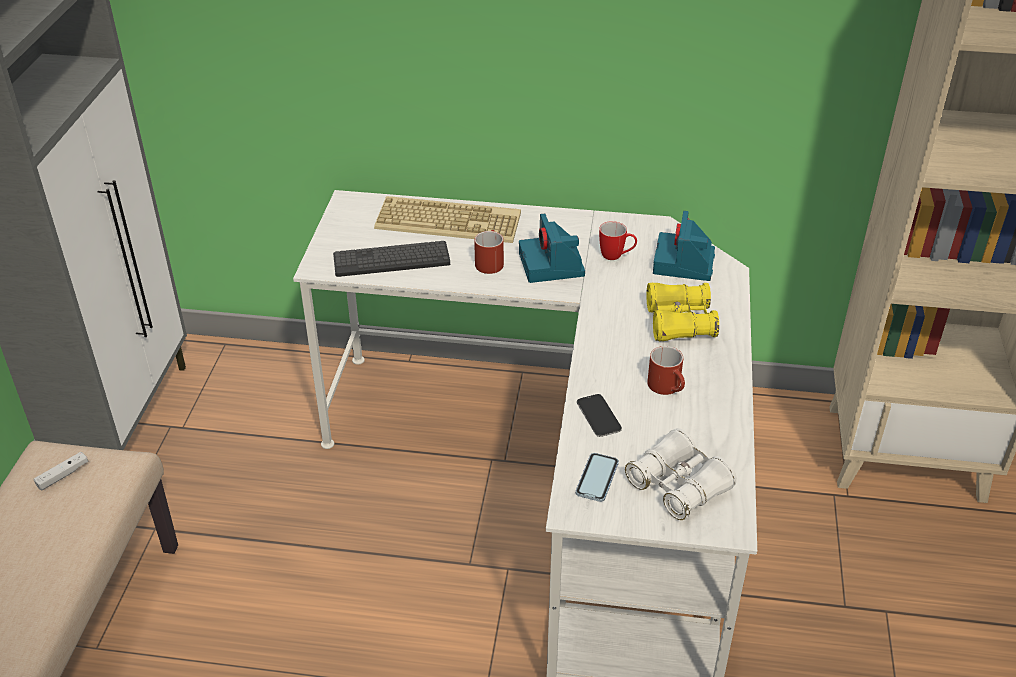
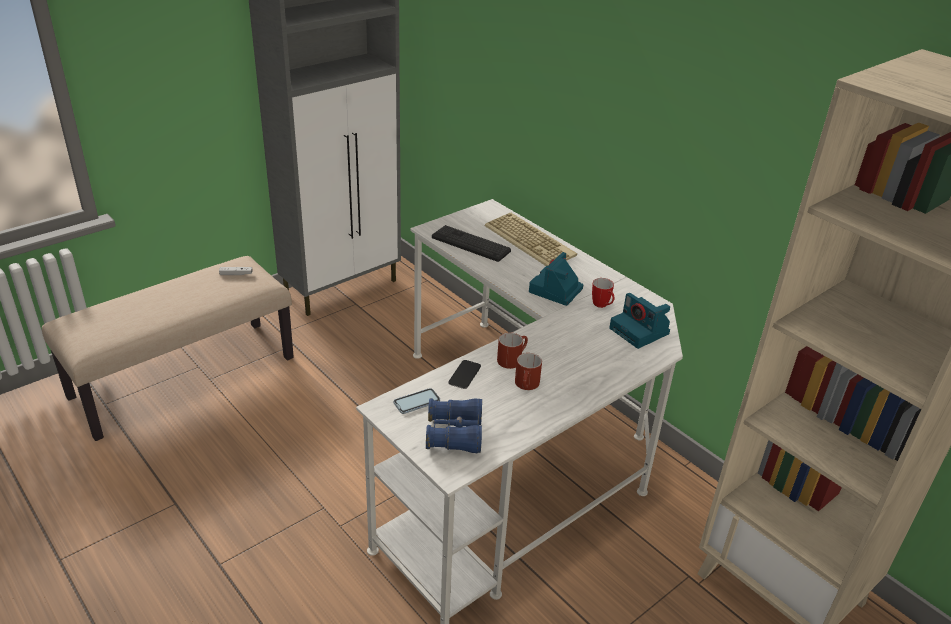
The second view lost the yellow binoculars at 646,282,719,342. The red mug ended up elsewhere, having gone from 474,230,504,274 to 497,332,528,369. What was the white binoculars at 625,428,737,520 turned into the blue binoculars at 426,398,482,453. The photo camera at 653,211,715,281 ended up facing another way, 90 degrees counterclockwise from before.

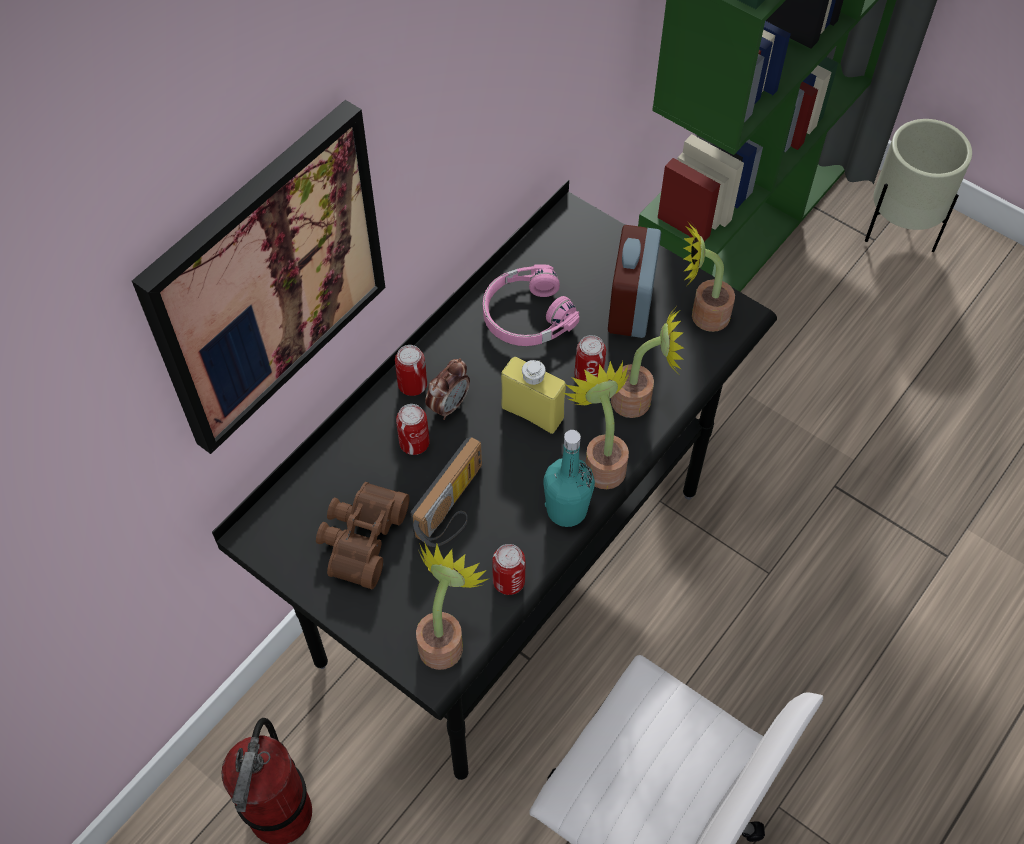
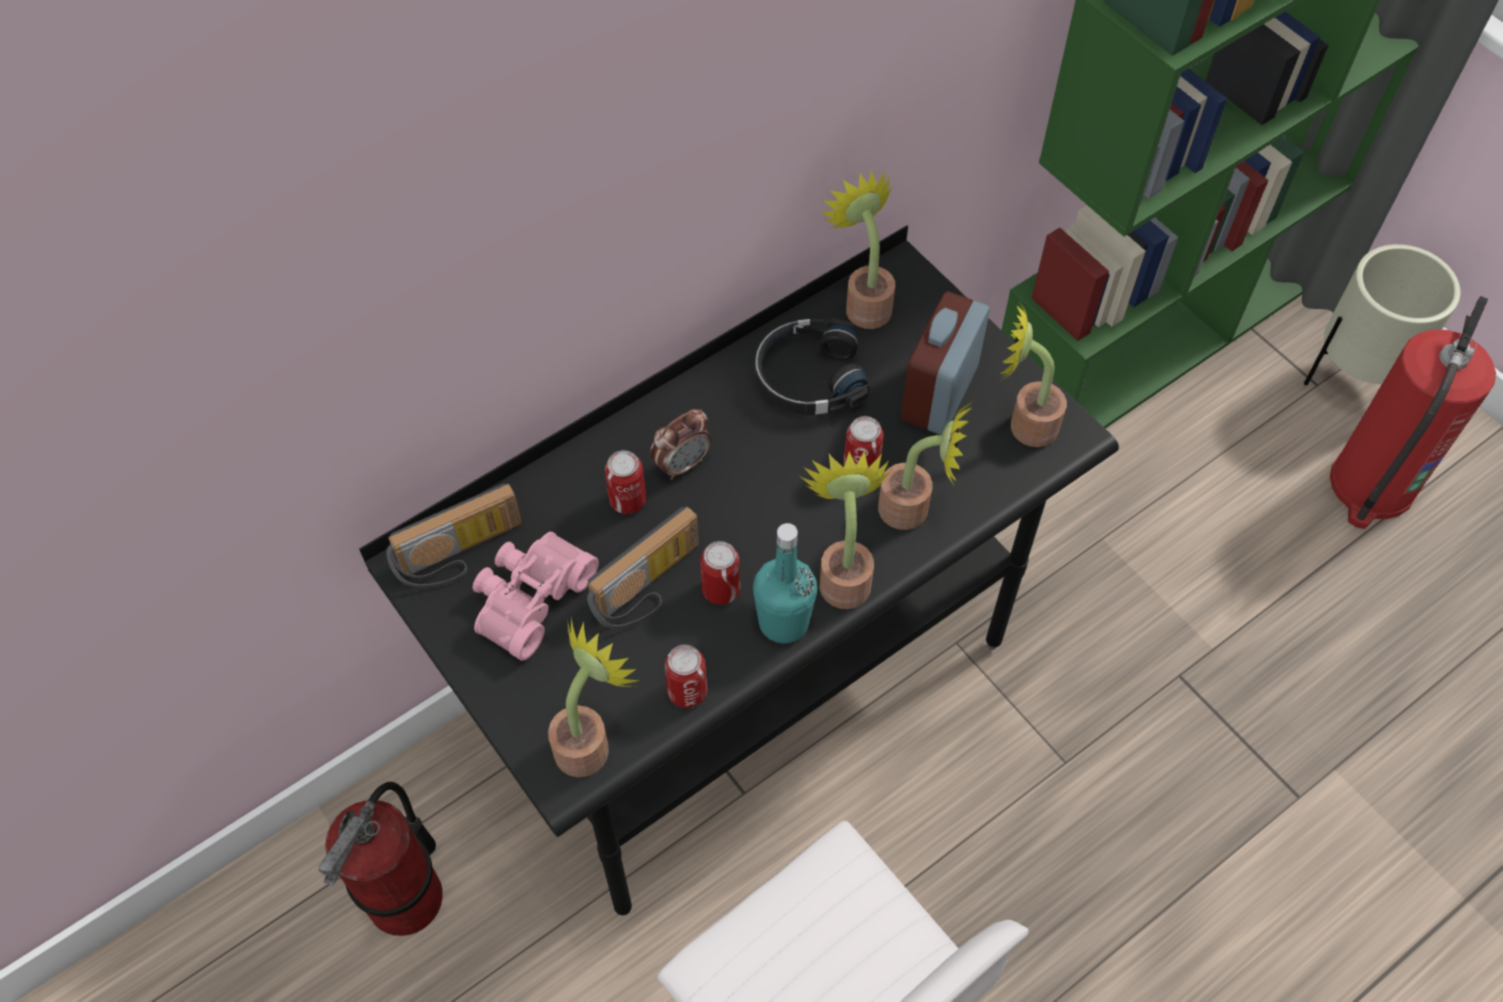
The second view lost the picture at 132,100,385,454. The second view lost the yellow bottle at 501,357,566,434. The second view gained the radio at 386,483,522,588. The second view gained the potted plant at 819,170,895,329. The second view gained the fire extinguisher at 1330,296,1496,529. The can ended up elsewhere, having gone from 395,345,427,396 to 700,541,740,605. What was the brown binoculars at 316,482,410,589 turned into the pink binoculars at 473,532,599,661. What was the pink headphones at 483,264,579,346 turned into the black headphones at 755,318,870,415.

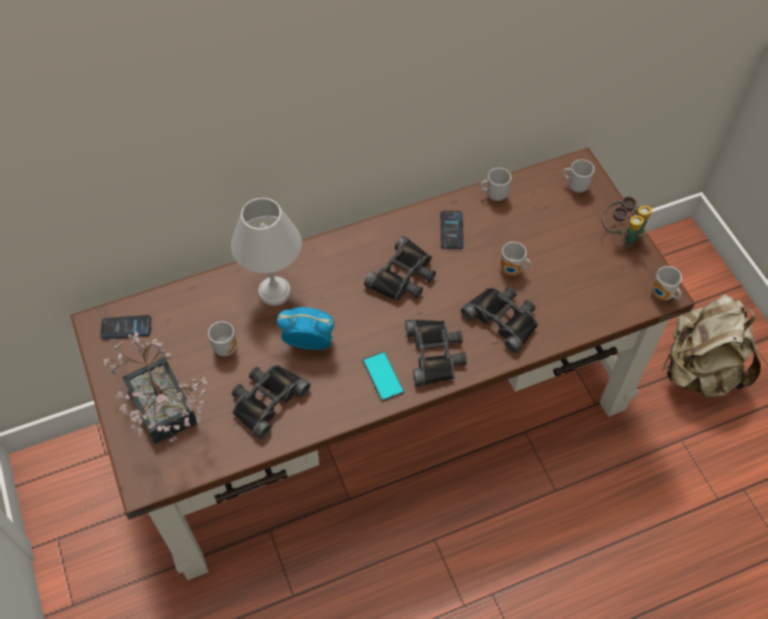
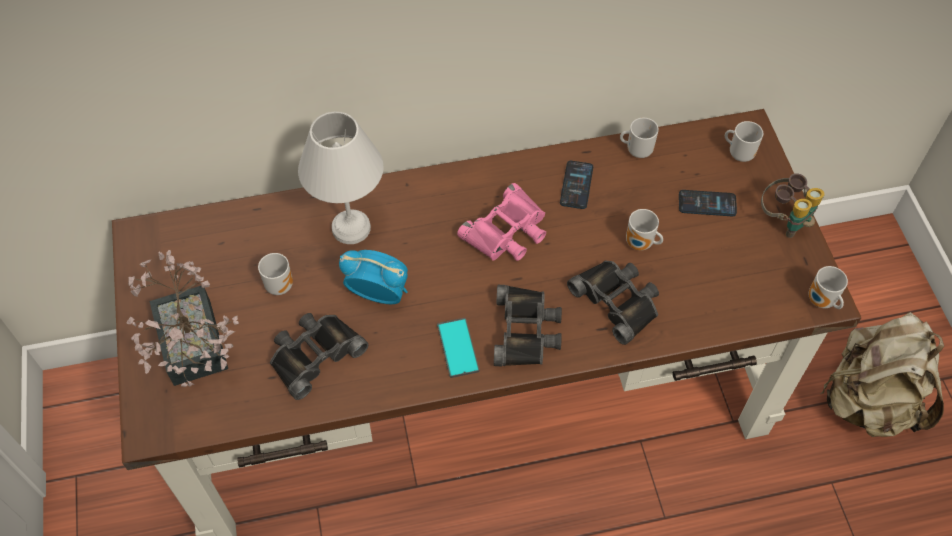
The phone ended up elsewhere, having gone from 101,315,151,339 to 679,190,737,216. What was the black binoculars at 364,236,436,301 turned into the pink binoculars at 457,183,546,261.

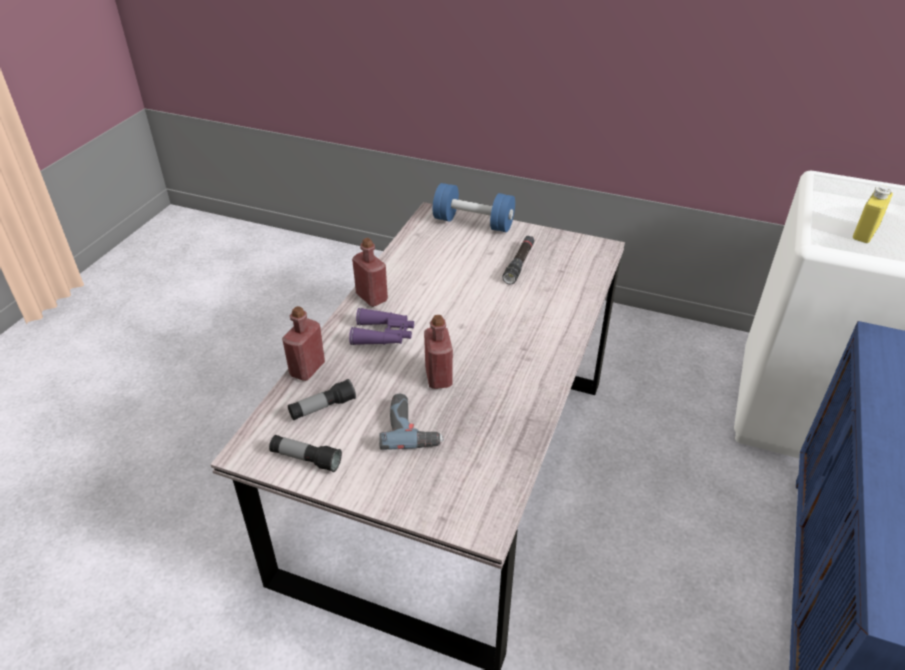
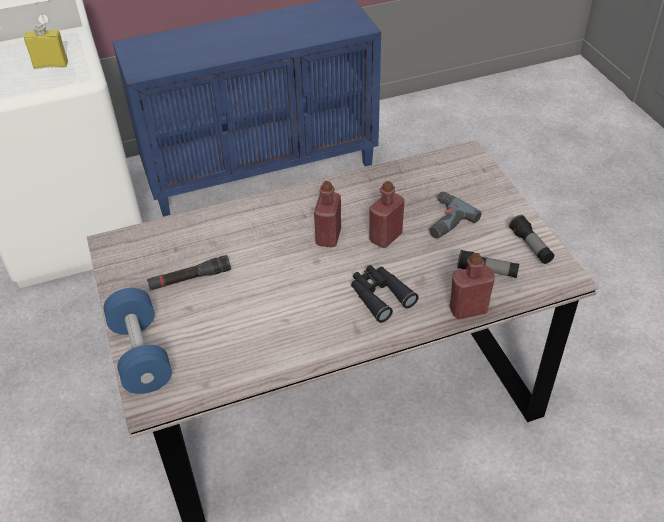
The red bottle ended up elsewhere, having gone from 352,238,388,307 to 314,181,341,247. What was the purple binoculars at 349,308,414,345 turned into the black binoculars at 351,265,419,323.

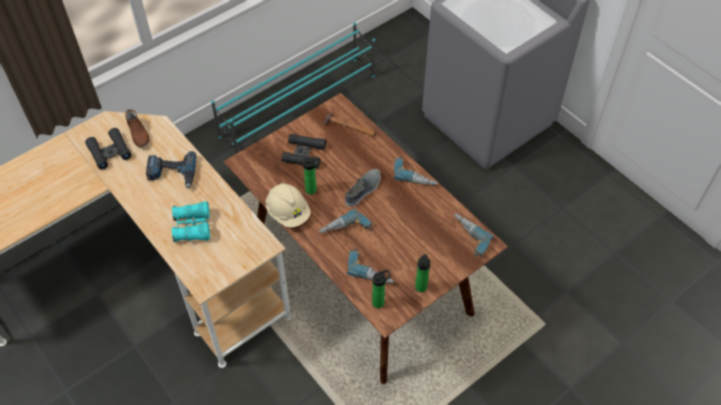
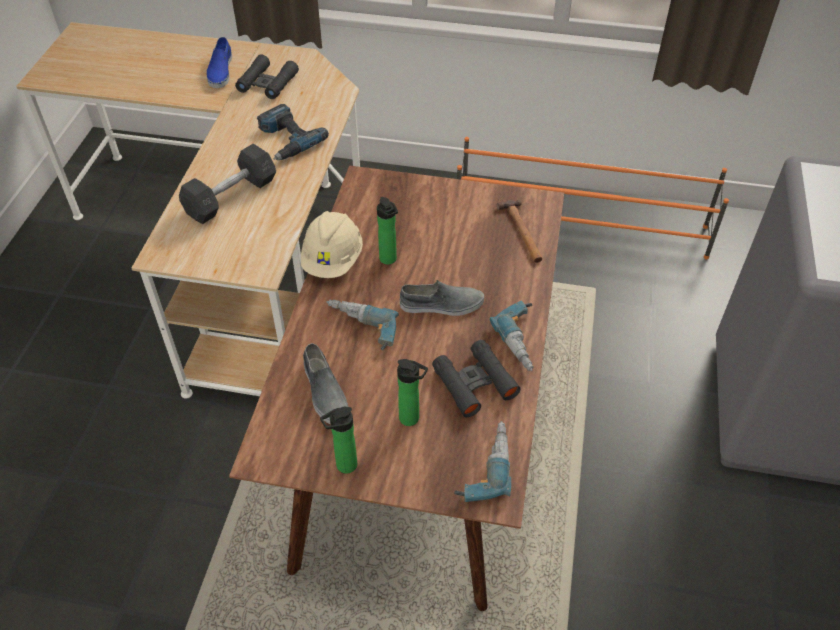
The second view lost the brown shoe at 125,109,149,147. The second view gained the blue shoe at 207,37,232,88. The black binoculars ended up elsewhere, having gone from 281,134,326,169 to 432,340,521,417. The bottle ended up elsewhere, having gone from 372,270,391,308 to 397,359,428,426. Where the turquoise binoculars stood at 172,202,210,242, the grey dumbbell came to stand at 179,144,276,224. Where the power drill stood at 347,248,394,284, the grey shoe came to stand at 303,343,349,424. What was the turquoise shoe rack at 211,22,375,154 turned into the orange shoe rack at 457,137,729,259.

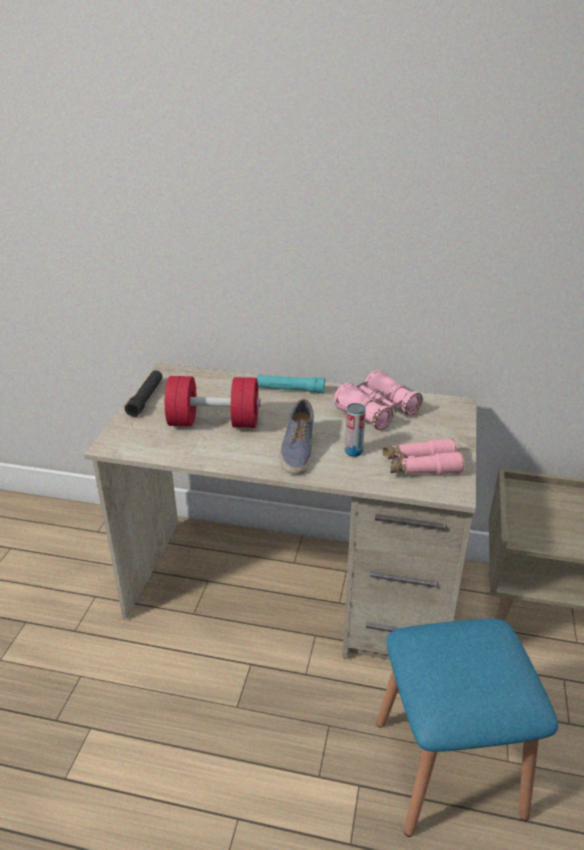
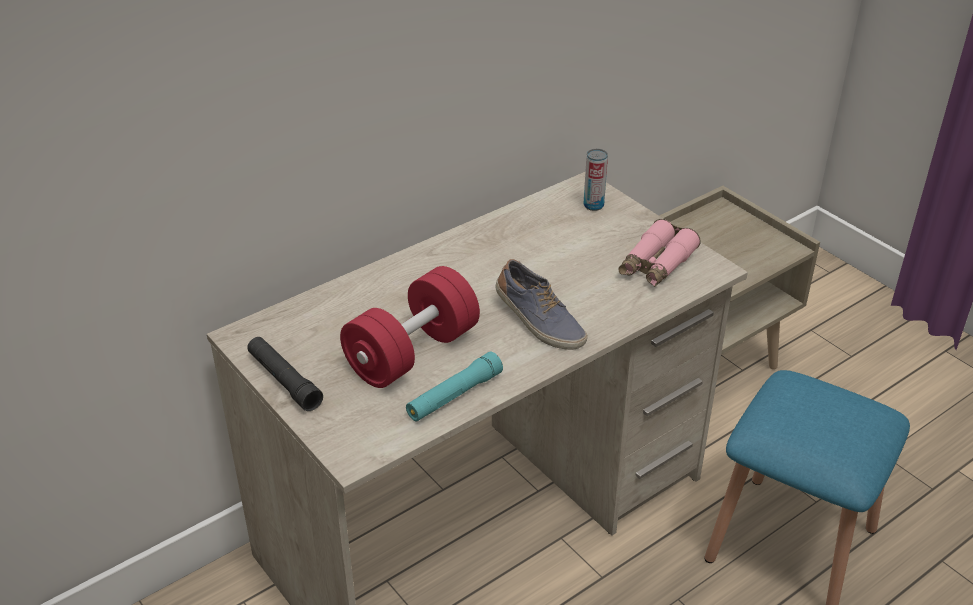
The second view lost the pink binoculars at 334,370,422,430. The turquoise flashlight ended up elsewhere, having gone from 257,375,325,393 to 406,351,503,421. The can ended up elsewhere, having gone from 345,403,366,457 to 584,149,608,211.

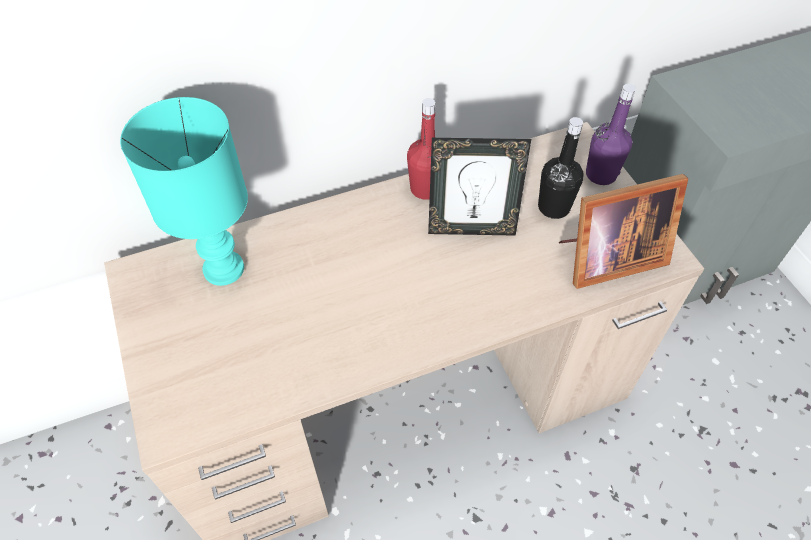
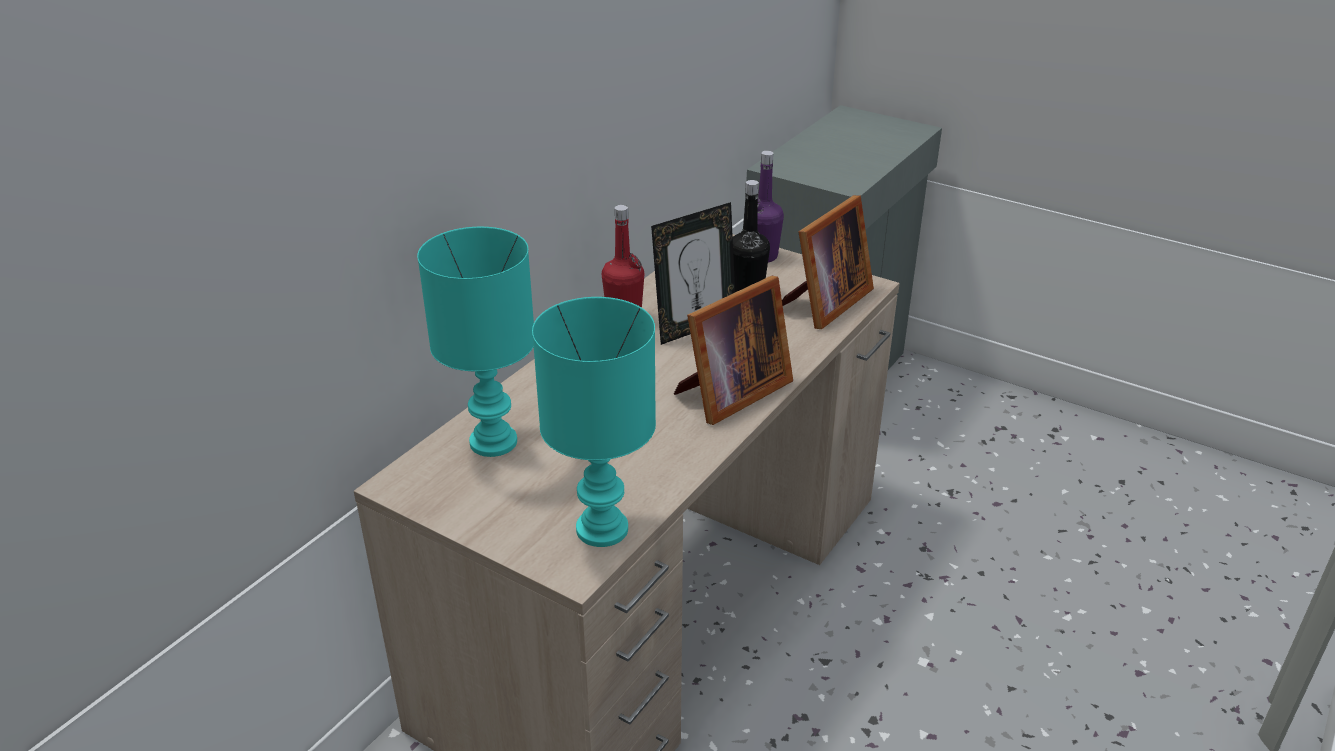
The second view gained the turquoise table lamp at 532,297,656,547. The second view gained the picture frame at 674,276,793,425.

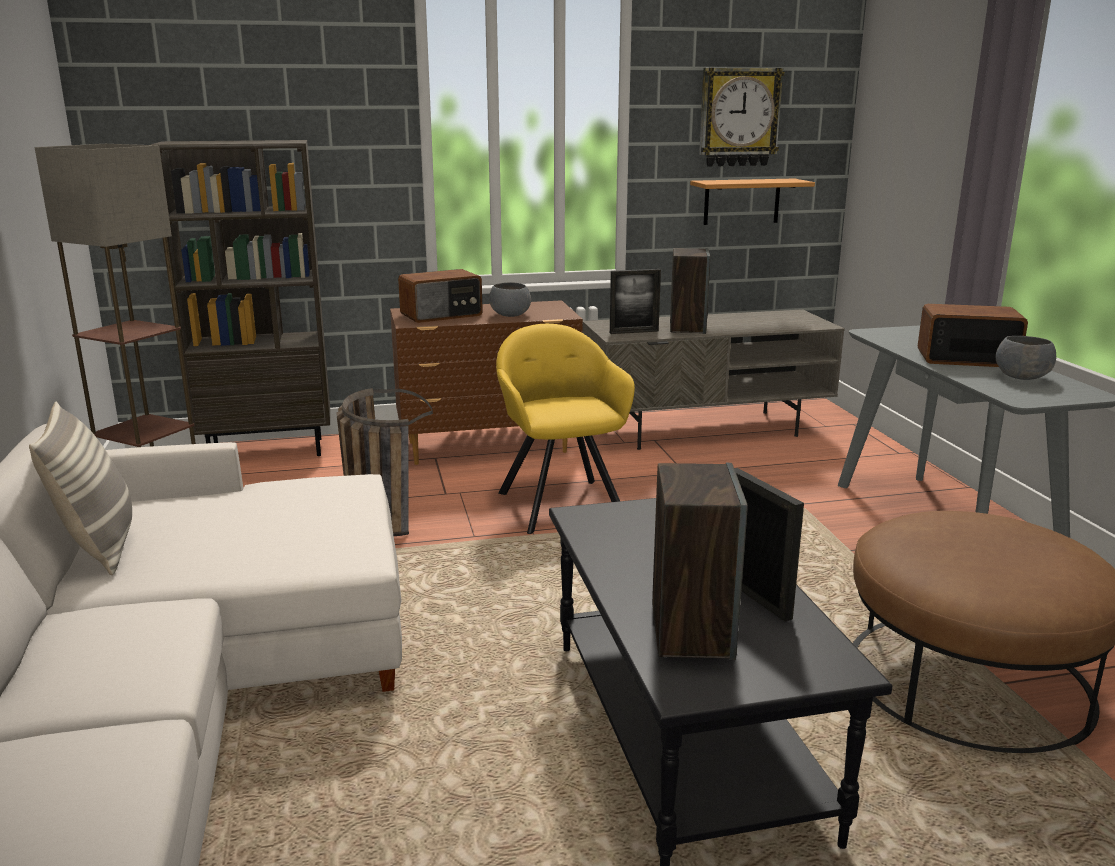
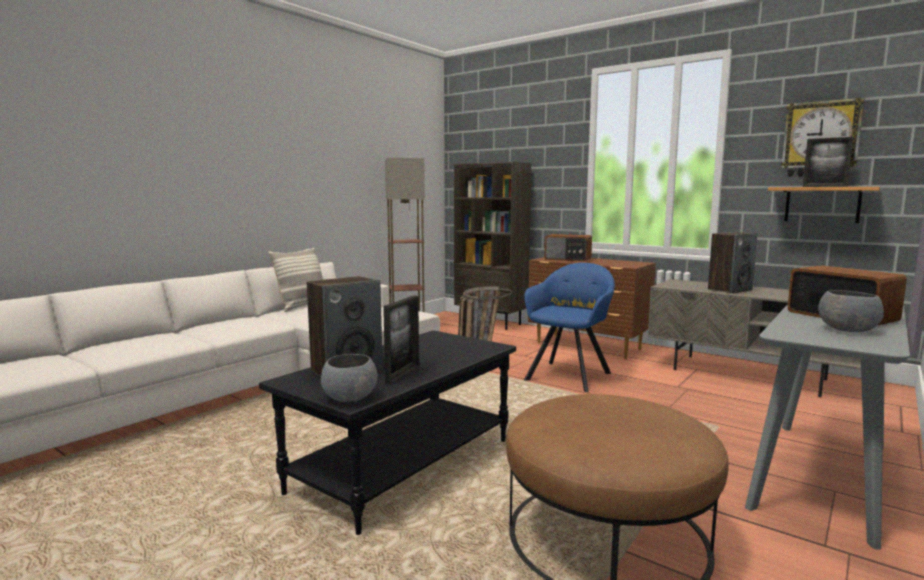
The grey bowl ended up elsewhere, having gone from 489,282,531,317 to 321,354,377,402. The picture frame ended up elsewhere, having gone from 610,269,661,334 to 803,137,854,187. What was the yellow armchair at 496,324,635,534 turned into the blue armchair at 524,263,615,392.

